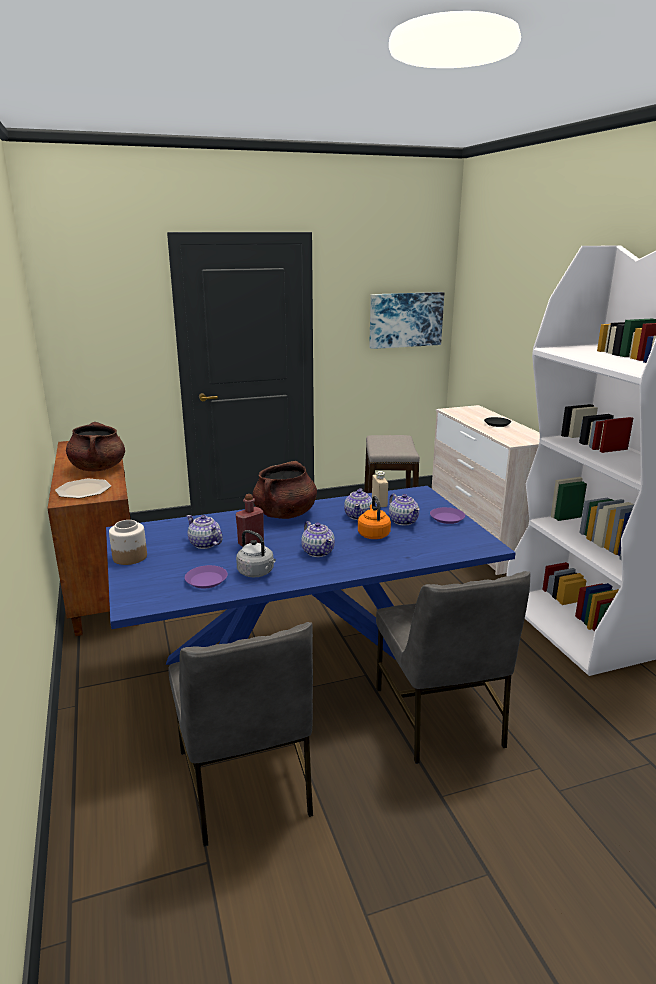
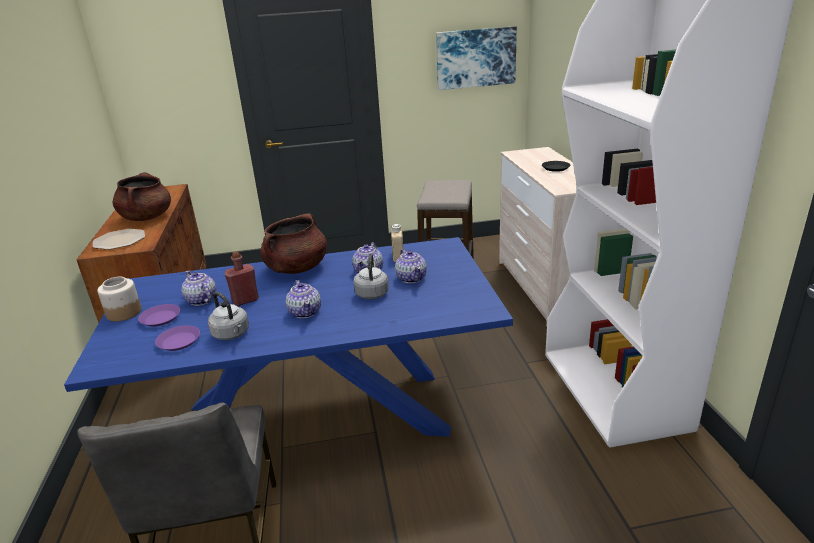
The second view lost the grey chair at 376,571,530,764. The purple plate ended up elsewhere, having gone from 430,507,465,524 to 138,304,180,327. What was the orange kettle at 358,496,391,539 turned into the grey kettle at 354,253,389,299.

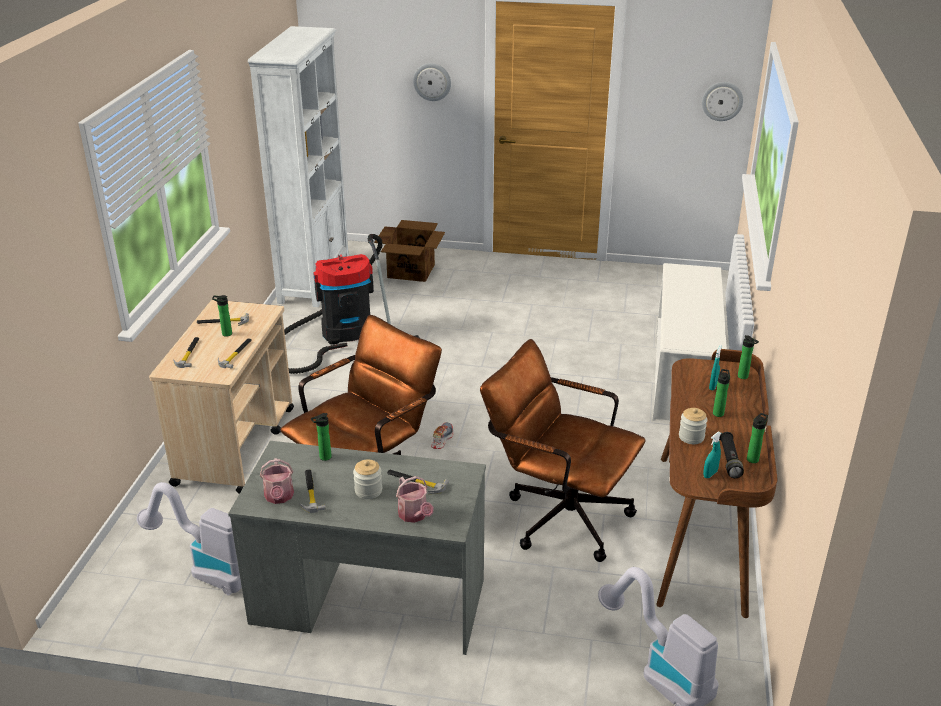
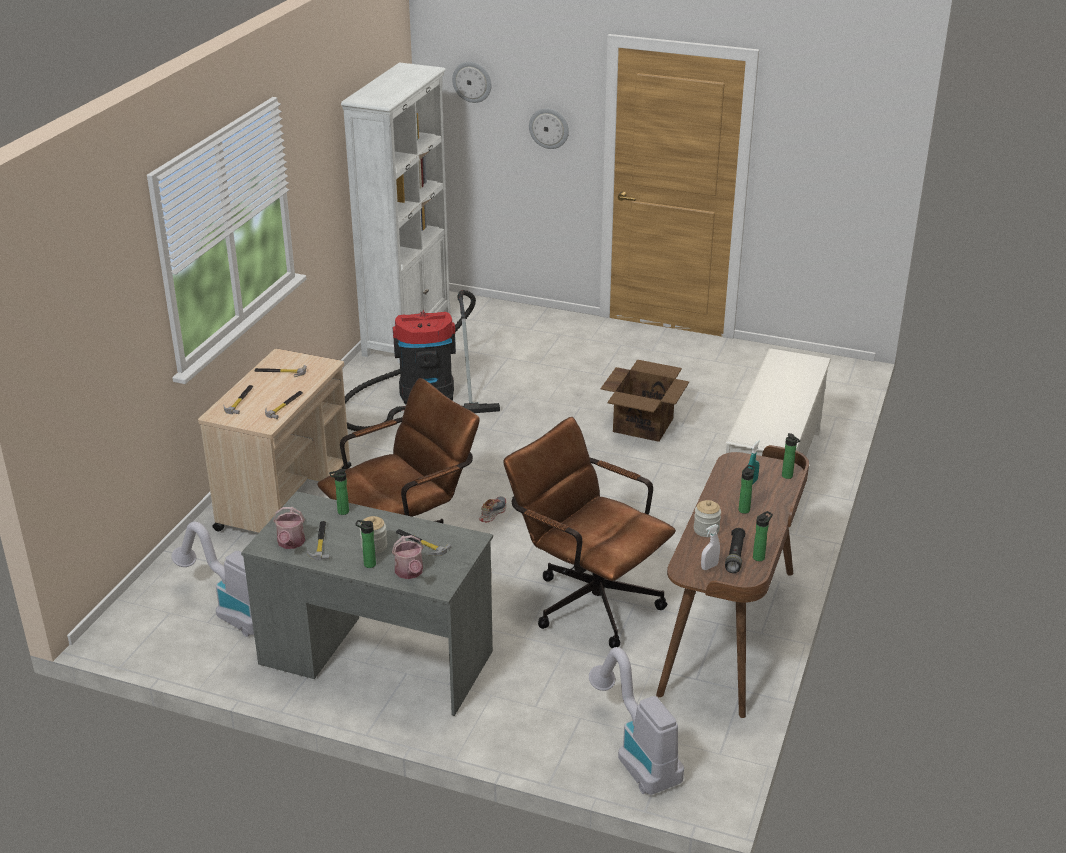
The bottle ended up elsewhere, having gone from 212,295,232,337 to 355,520,376,568. The cardboard box ended up elsewhere, having gone from 374,220,445,282 to 601,360,689,442. The wall clock ended up elsewhere, having gone from 702,82,743,121 to 452,62,491,103. What was the turquoise spray bottle at 703,431,721,478 turned into the white spray bottle at 701,524,720,570.

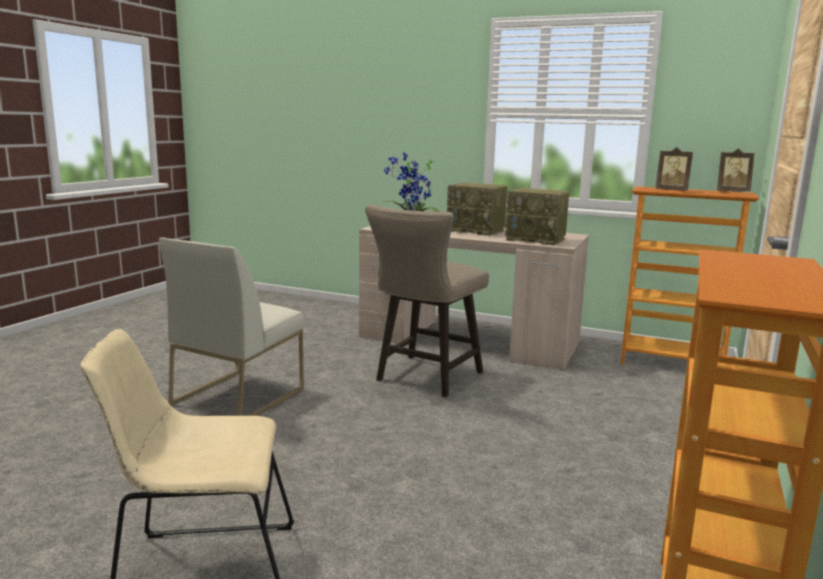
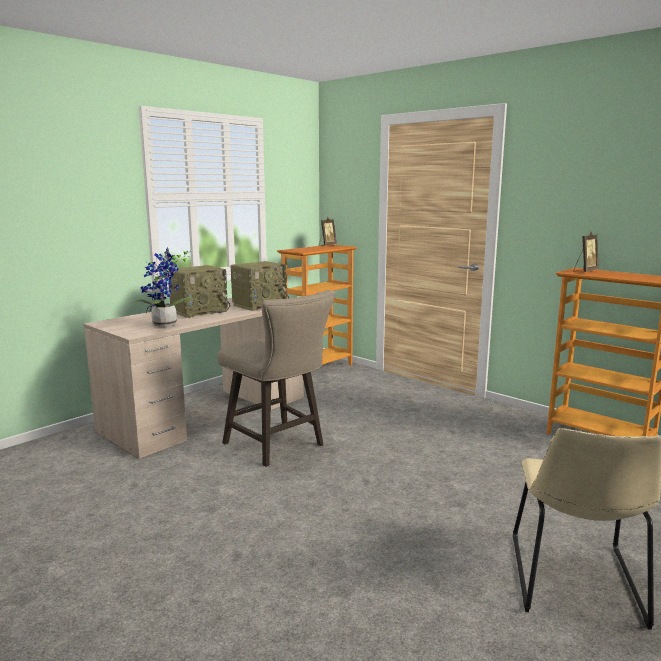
The second view lost the white chair at 159,237,304,416. The picture frame ended up elsewhere, having gone from 655,147,693,191 to 574,231,599,272.

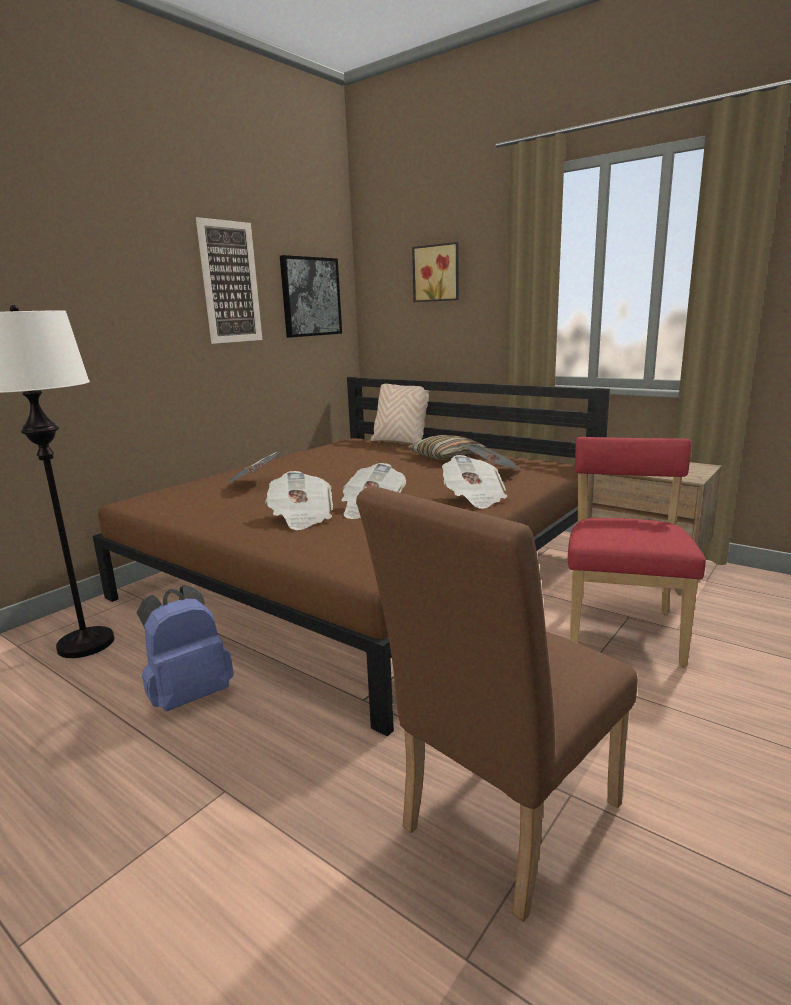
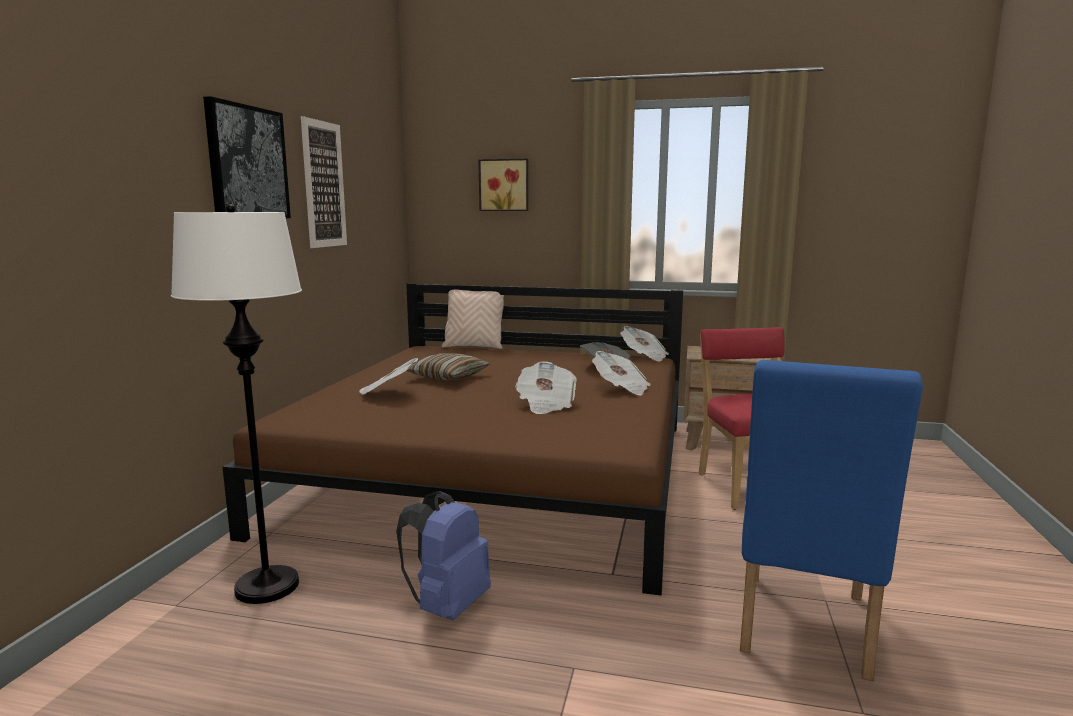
The newspaper ended up elsewhere, having gone from 265,471,333,530 to 621,326,669,362. The picture ended up elsewhere, having gone from 280,255,342,337 to 203,96,291,218. The pillow ended up elsewhere, having gone from 408,435,486,460 to 407,353,491,380. What was the brown chair at 356,486,638,922 turned into the blue chair at 740,360,923,681.

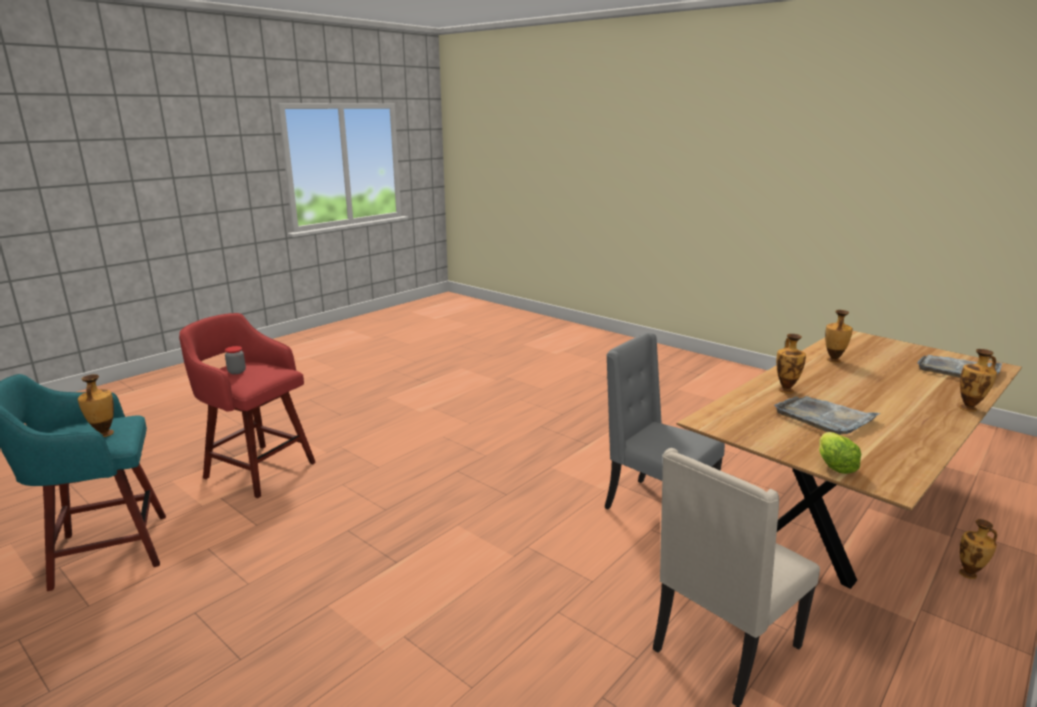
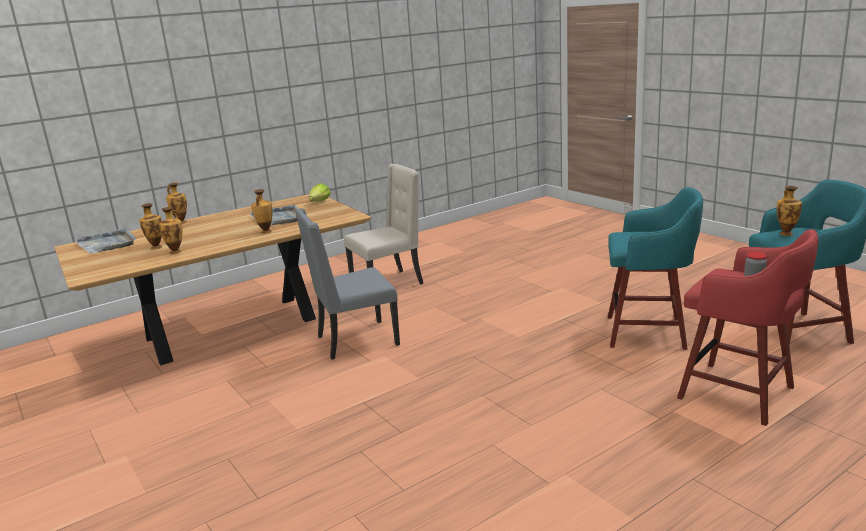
The second view gained the turquoise stool at 608,187,703,350. The vase ended up elsewhere, having gone from 959,519,997,579 to 139,203,162,250. The grey chair at 605,333,725,509 ended up facing another way, 105 degrees clockwise from before.

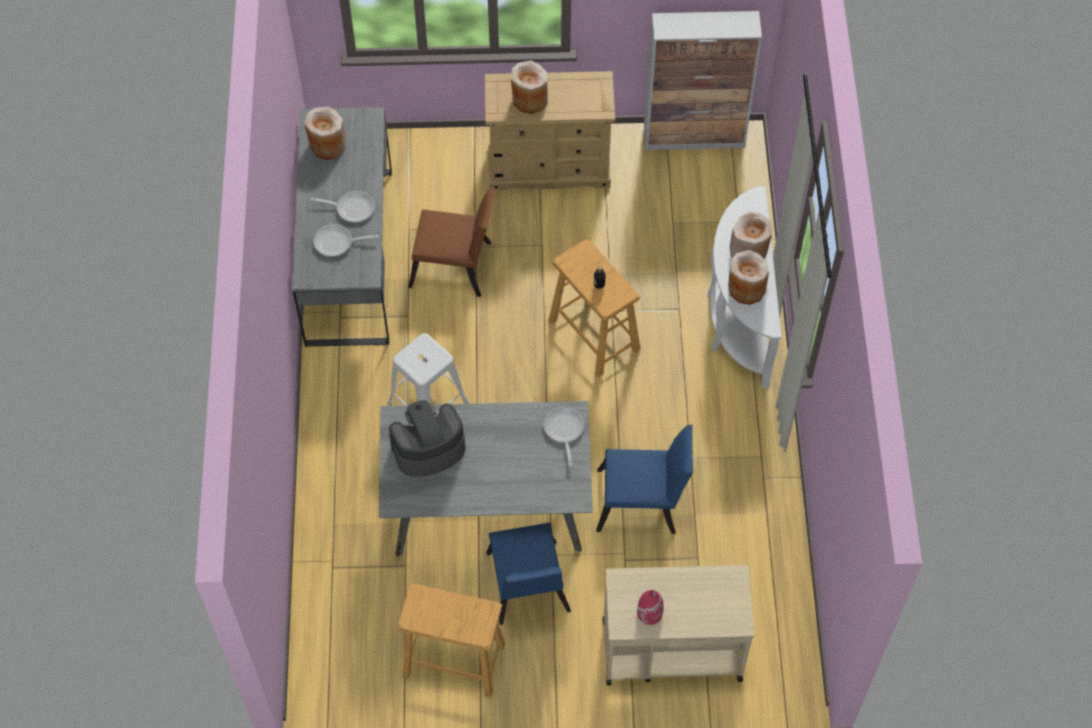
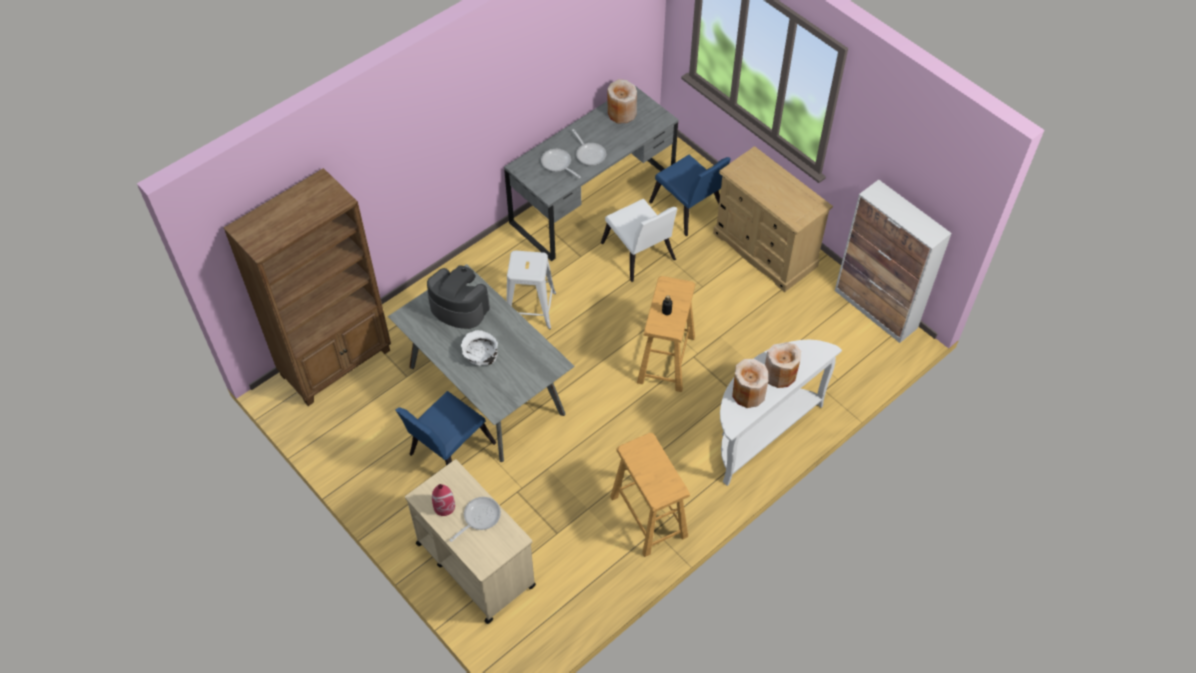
The second view lost the beige vase at 511,60,548,114. The second view gained the brown bookcase at 224,168,391,406. The second view gained the white bowl at 461,330,498,366. The beige stool ended up elsewhere, having gone from 397,584,505,698 to 610,433,690,557. The frying pan ended up elsewhere, having gone from 543,407,584,466 to 449,497,501,542. The blue chair ended up elsewhere, having gone from 597,425,693,534 to 649,154,731,236. What was the brown chair at 408,188,495,297 turned into the white chair at 601,199,677,282.

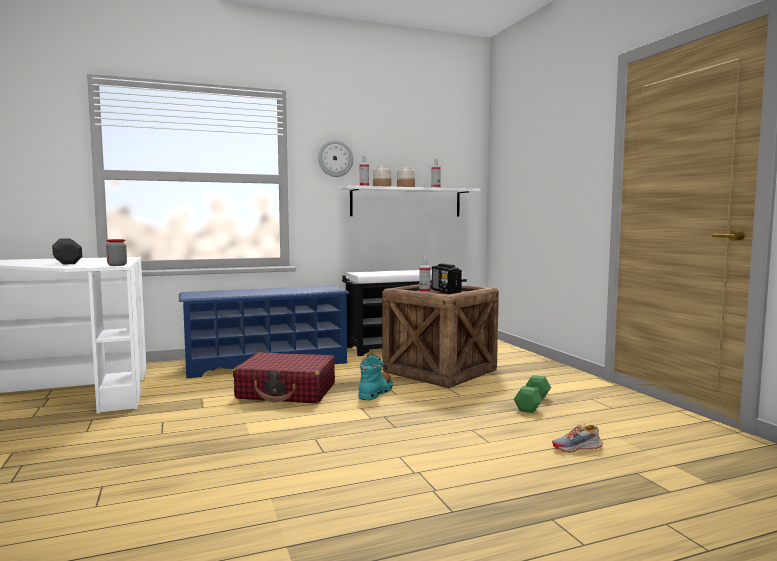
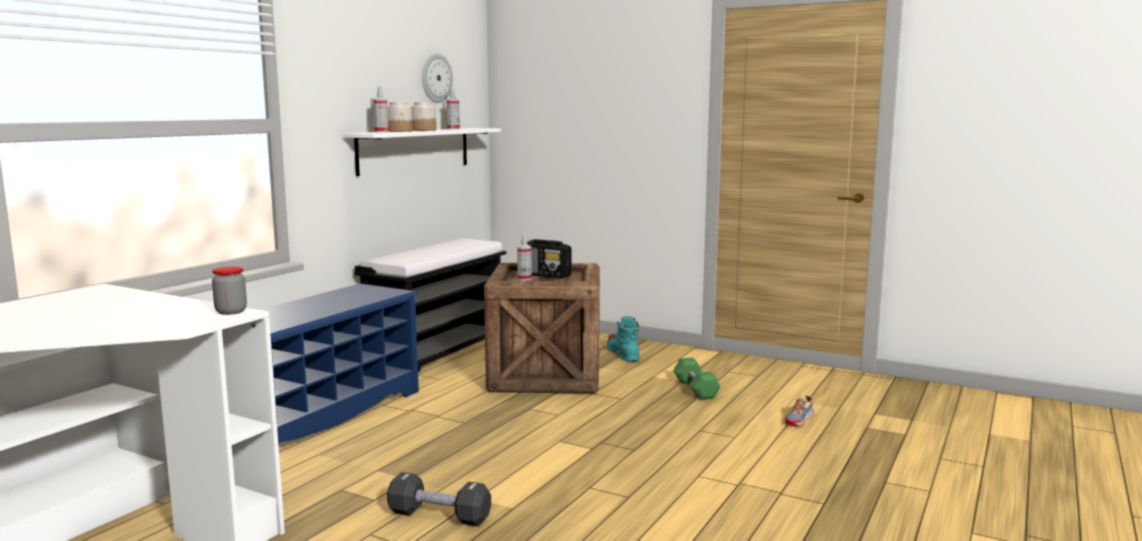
The second view lost the red suitcase at 233,352,335,403. The black dumbbell ended up elsewhere, having gone from 52,238,82,265 to 387,472,491,526. The wall clock ended up elsewhere, having gone from 318,140,353,177 to 422,54,453,103. The turquoise boot ended up elsewhere, having gone from 358,355,393,400 to 607,316,640,362.

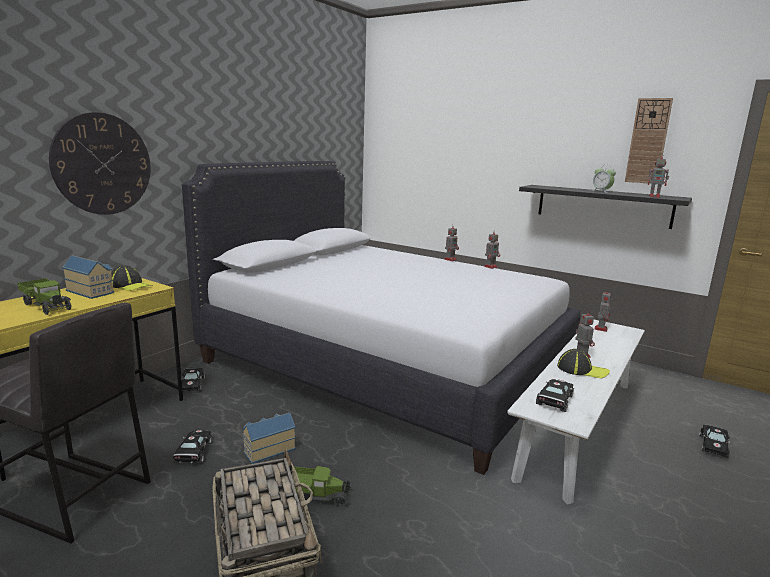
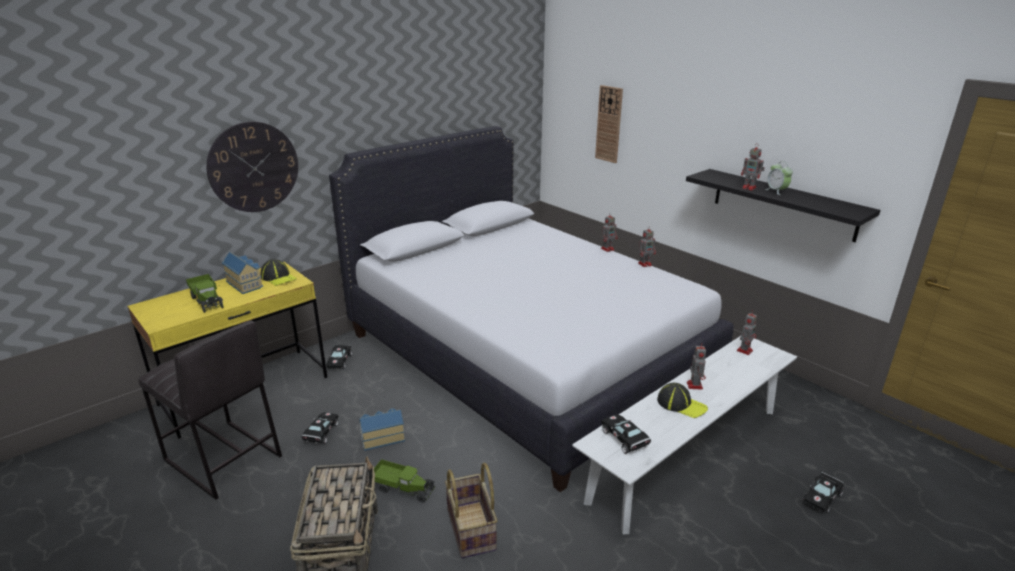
The second view gained the basket at 445,462,498,558. The wall clock ended up elsewhere, having gone from 625,98,673,184 to 595,85,623,163. The toy robot ended up elsewhere, having gone from 648,153,669,198 to 741,143,765,190. The black toy car at 536,379,574,412 ended up facing another way, 75 degrees counterclockwise from before.

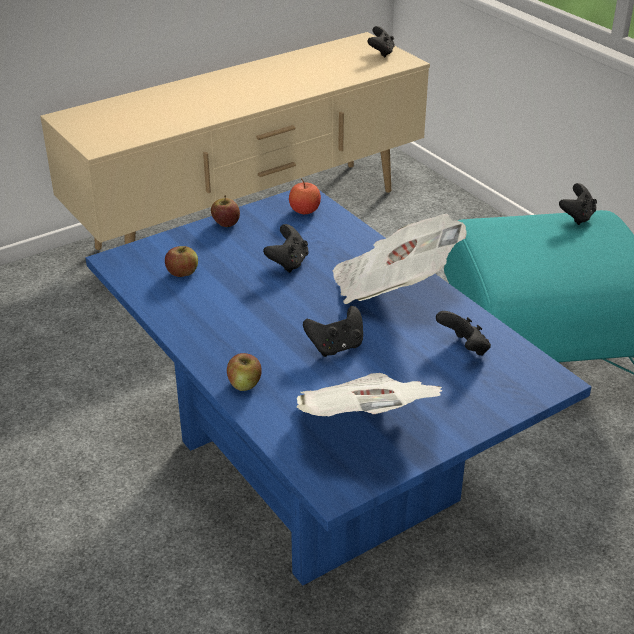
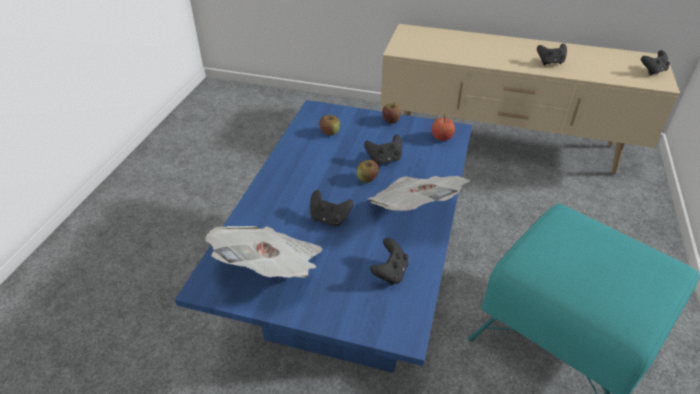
The apple ended up elsewhere, having gone from 227,353,262,391 to 356,160,379,183. The black game controller ended up elsewhere, having gone from 559,183,597,225 to 537,44,567,65.

